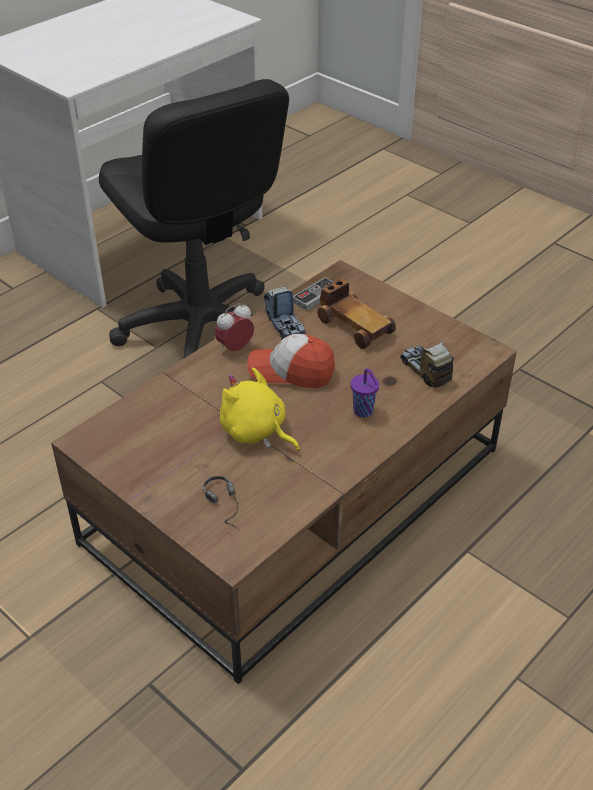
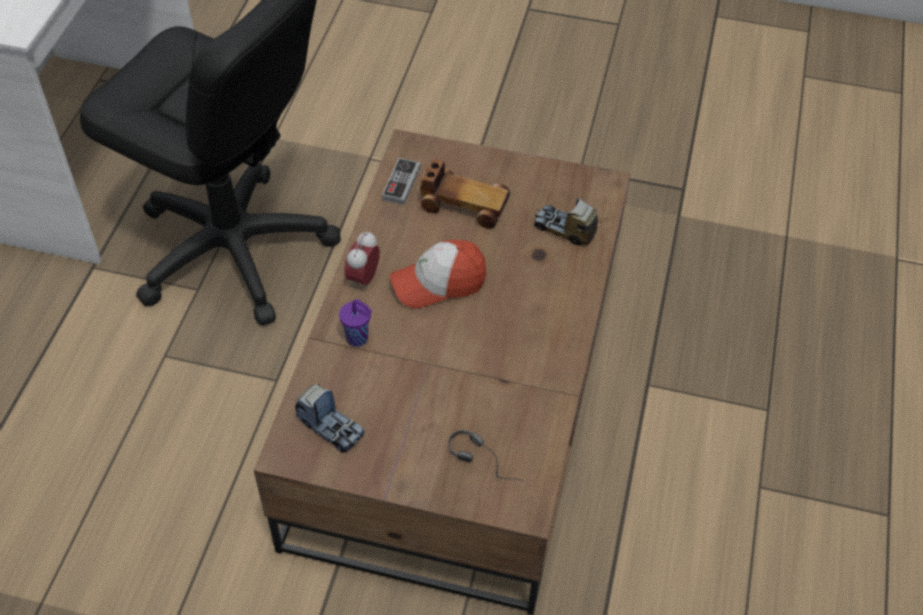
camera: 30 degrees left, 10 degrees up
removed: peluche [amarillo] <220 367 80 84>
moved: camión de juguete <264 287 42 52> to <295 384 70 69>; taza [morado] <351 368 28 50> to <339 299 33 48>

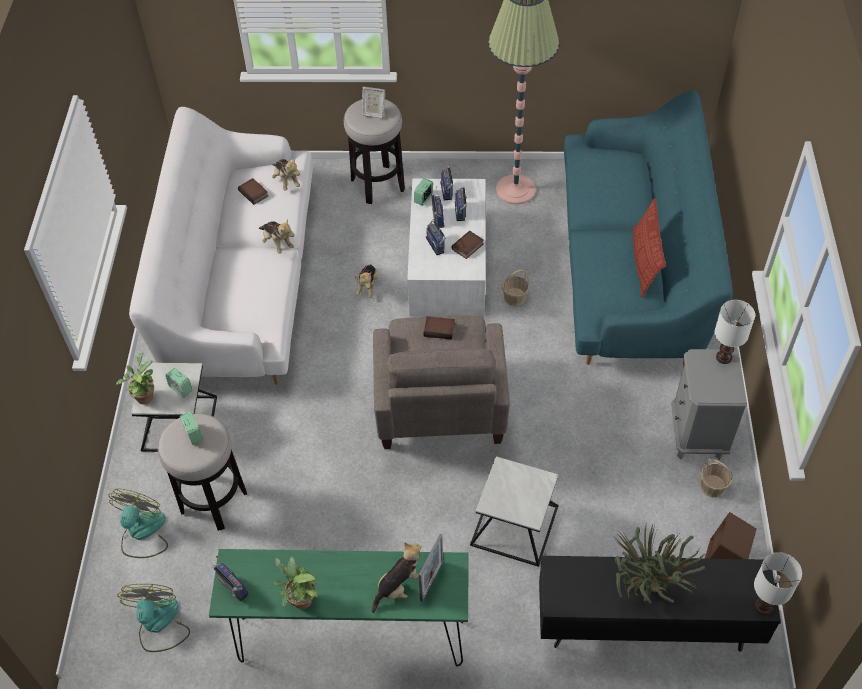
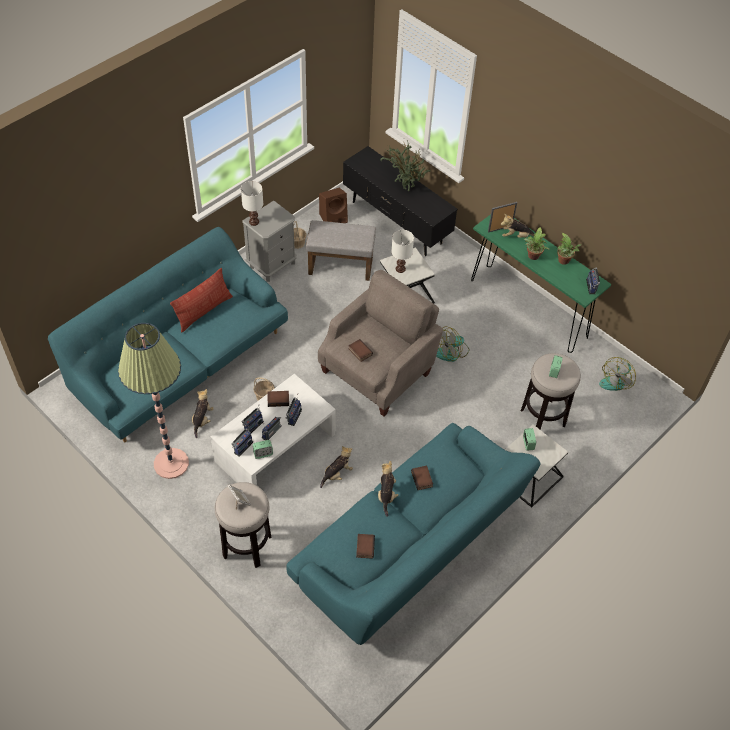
camera: 140 degrees left, 0 degrees up
added: puf [gris] <306 220 70 61>; libro <411 466 22 24>
moved: ventilador <108 489 60 69> to <436 327 33 35>; planta en maceta <116 353 38 52> to <523 227 27 33>; peluche <272 159 28 31> to <192 389 22 49>; lámpara de mesa [blanco] <754 552 48 63> to <391 230 23 43>
recoloured: sofá [blanco] <129 107 184 278> to sofá [turquesa] <286 423 255 222>

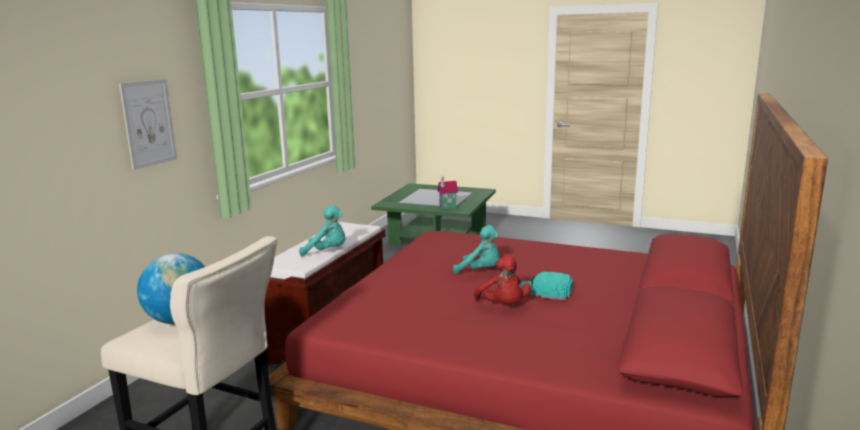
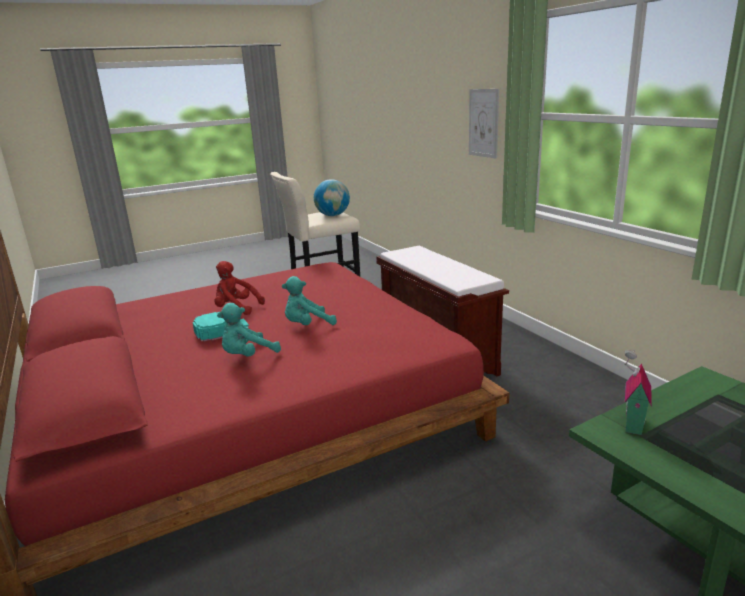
camera: 130 degrees right, 5 degrees up
moved: peluche [turquesa] <299 205 46 51> to <217 303 64 54>

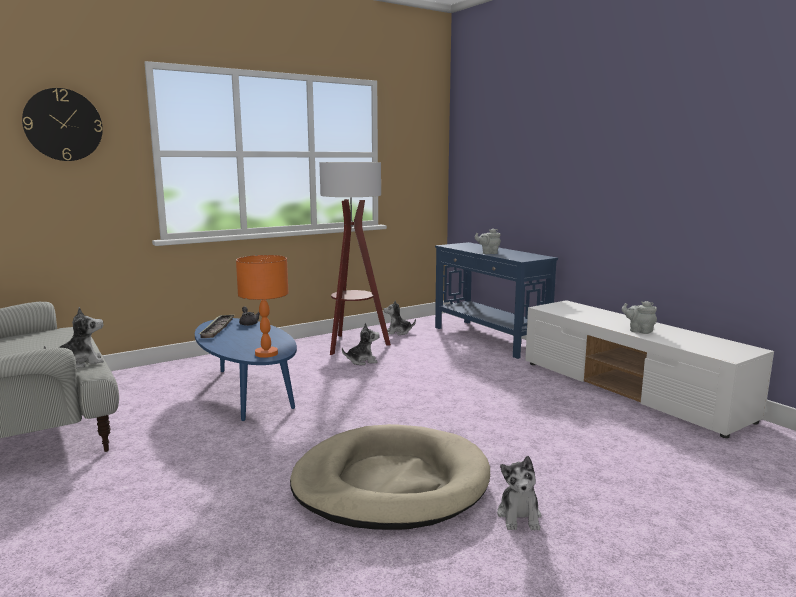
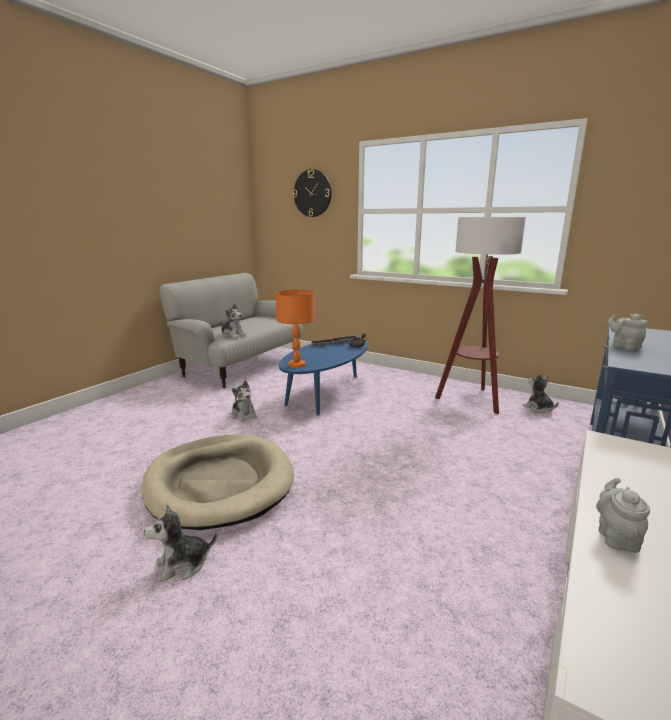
camera: 65 degrees right, 5 degrees up
moved: peluche <342 323 38 42> to <232 380 26 42>

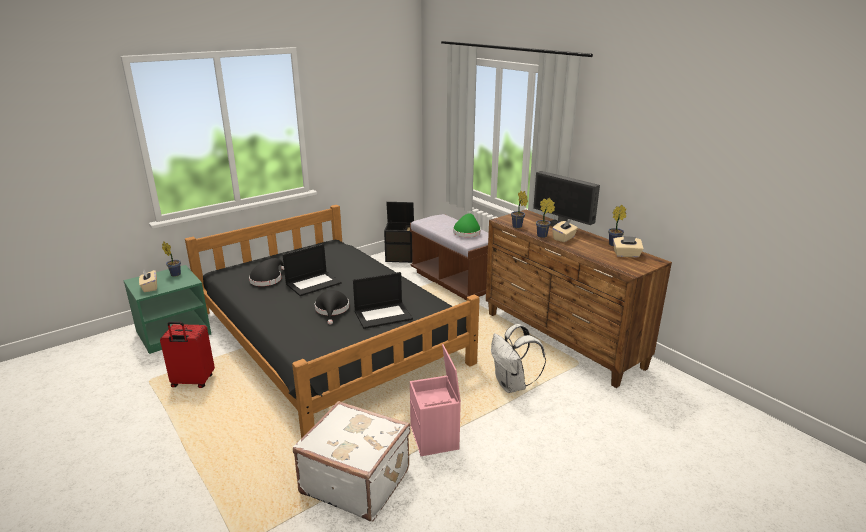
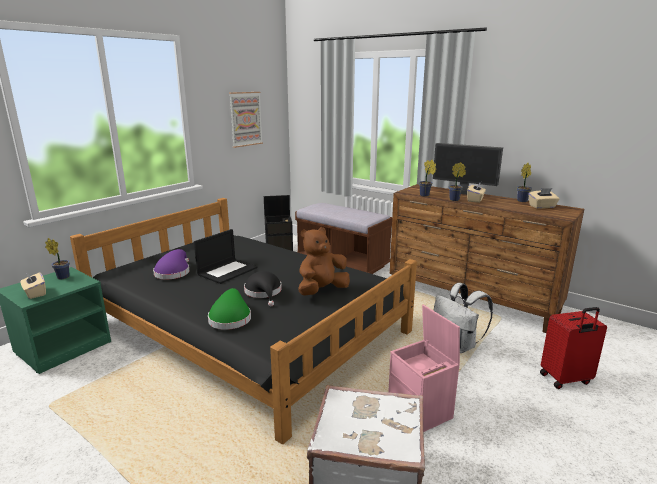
camera: 15 degrees left, 5 degrees down
added: cuadro <229 92 34 56>
moved: maleta [rojo] <160 321 55 67> to <540 307 67 82>; sombrero [verde] <453 213 28 24> to <208 288 43 42>
replaced: portátil <353 272 60 57> to peluche [marrón] <298 227 52 69>
recoloured: sombrero [negro] <249 258 35 28> to sombrero [morado] <153 249 36 31>

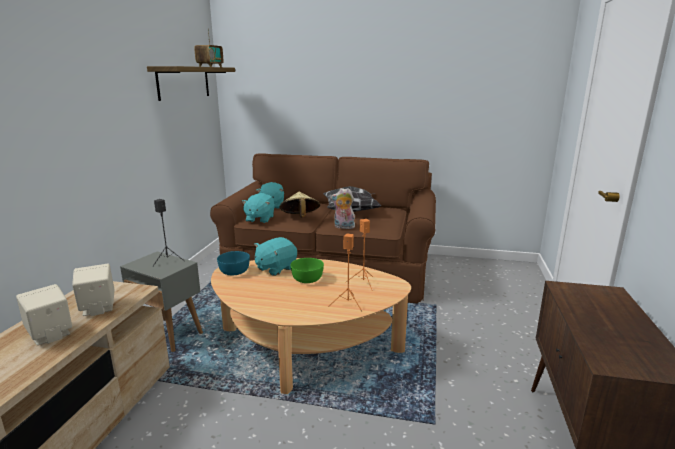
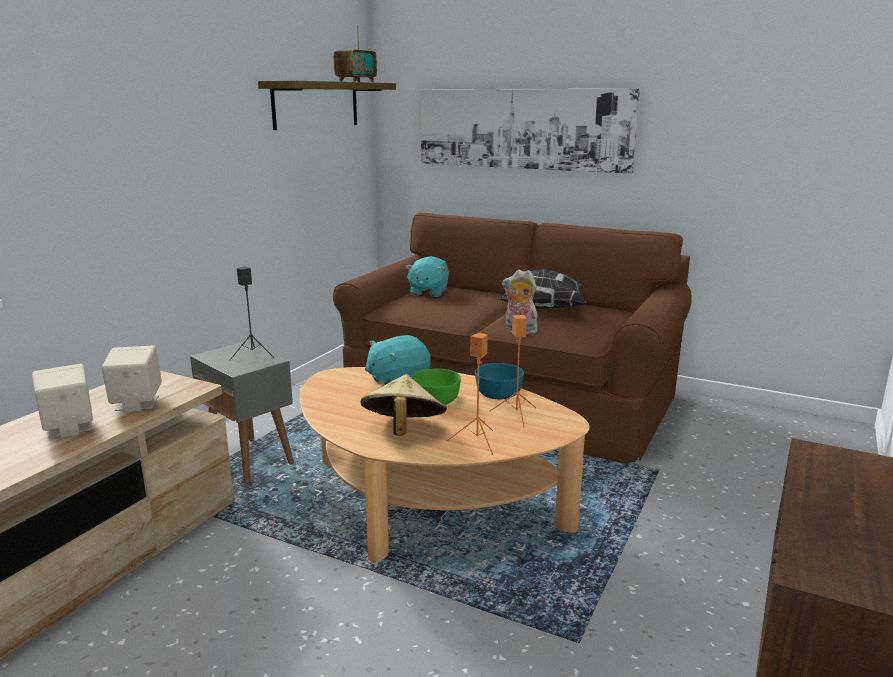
camera: 15 degrees right, 0 degrees up
removed: peluche [turquesa] <241 193 34 30>
added: cuadro <420 89 220 85>
moved: cuenco [turquesa] <217 251 33 24> to <475 363 49 36>; sombrero [beis] <280 192 40 26> to <360 374 87 62>

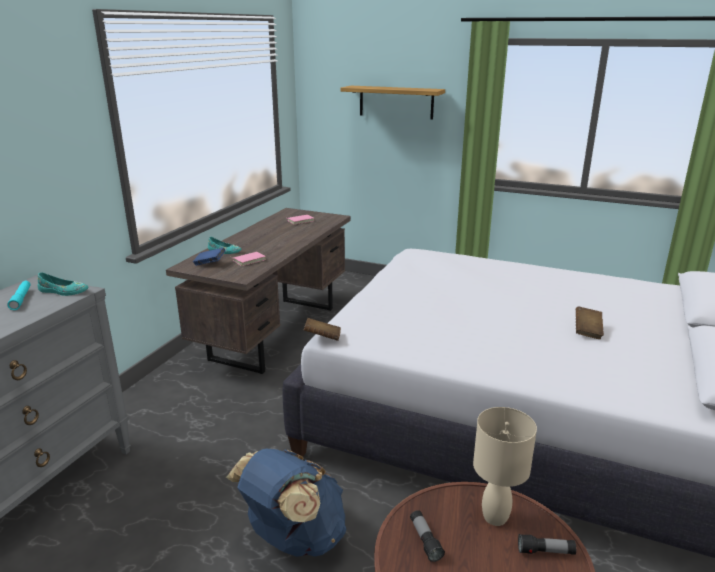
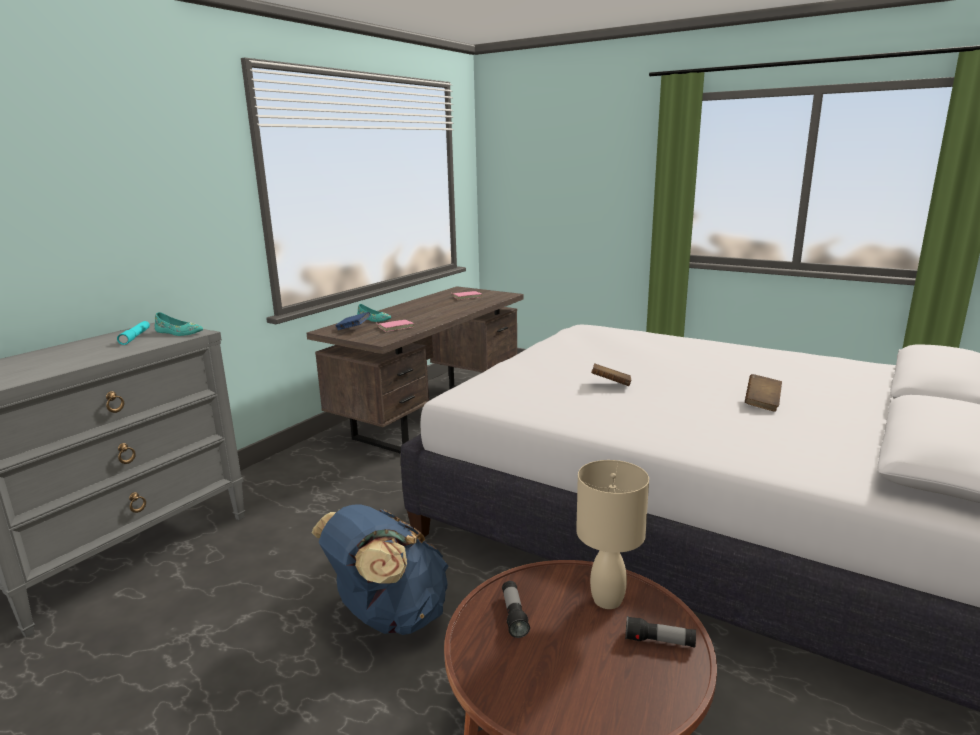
camera: 10 degrees right, 5 degrees down
removed: estante <341 86 104 34>
moved: libro [marrón] <304 318 37 23> to <591 363 40 23>

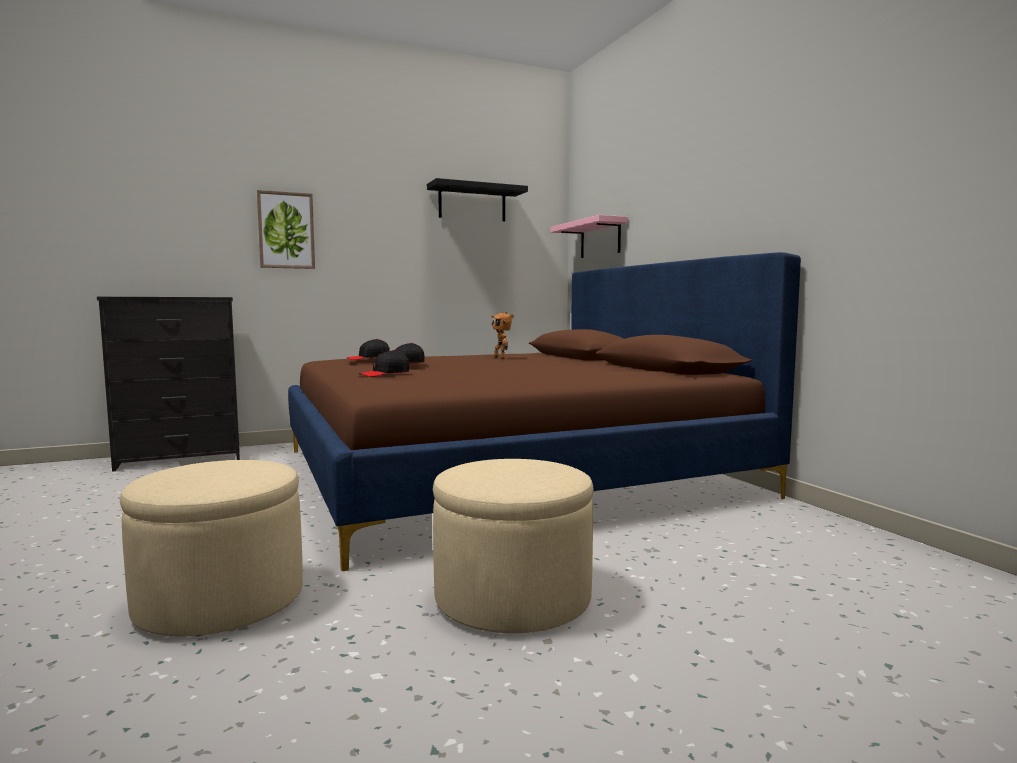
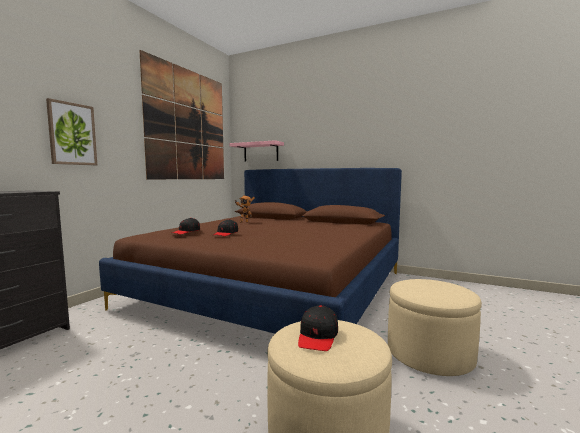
camera: 40 degrees left, 0 degrees up
moved: gorra [negro] <359 350 50 27> to <298 305 40 46>
replaced: estante [negro] <427 178 101 44> to cuadro <139 50 85 129>

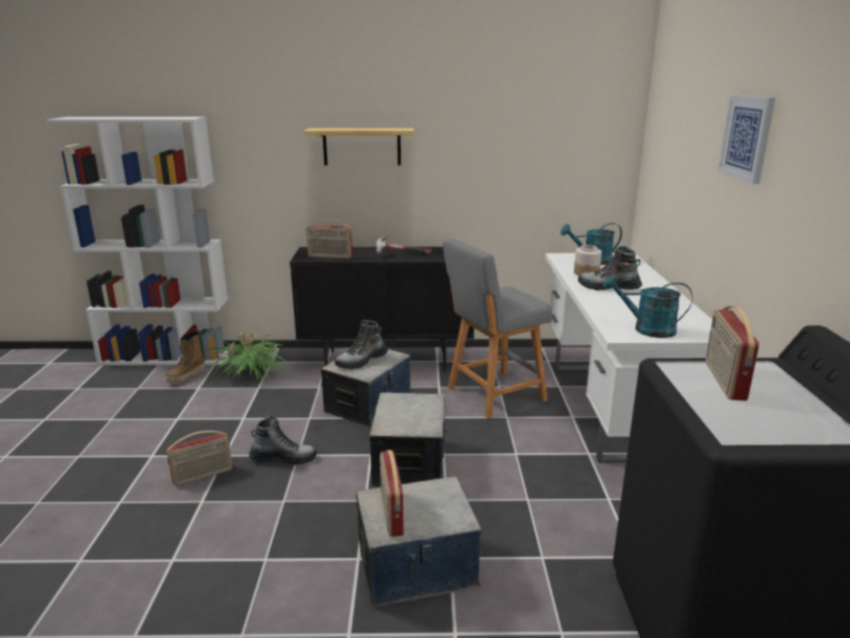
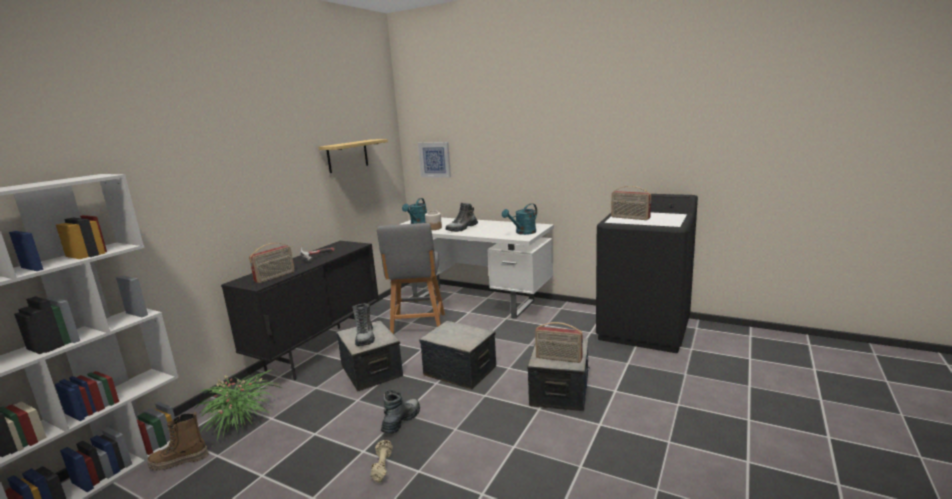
camera: 60 degrees left, 5 degrees down
moved: estante <304 128 110 37> to <318 139 70 34>; cuadro <718 94 57 90> to <418 142 33 36>
replaced: radio <167 431 65 55> to mancuerna [beis] <370 440 23 43>
turned: bota <165 329 40 55> = <147 412 62 59> 105 degrees clockwise

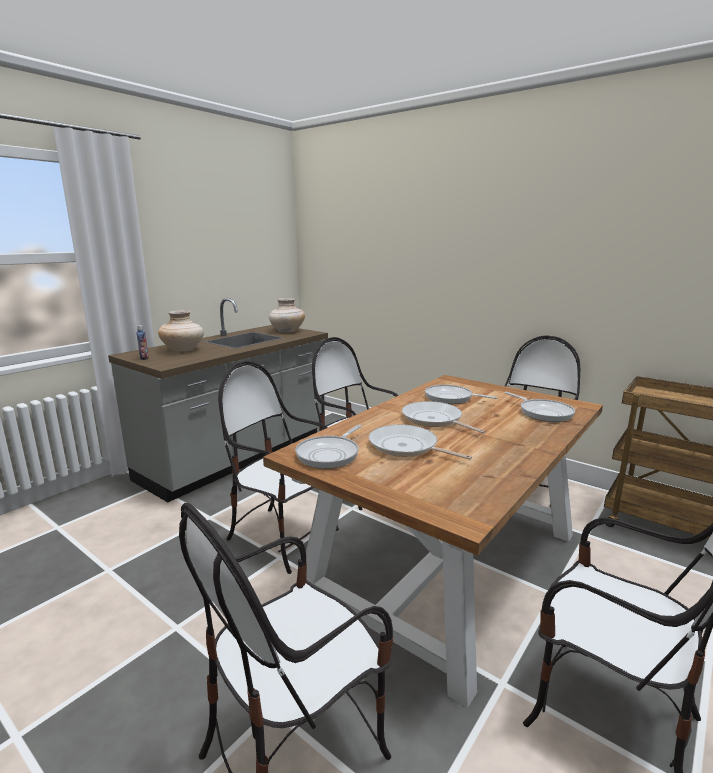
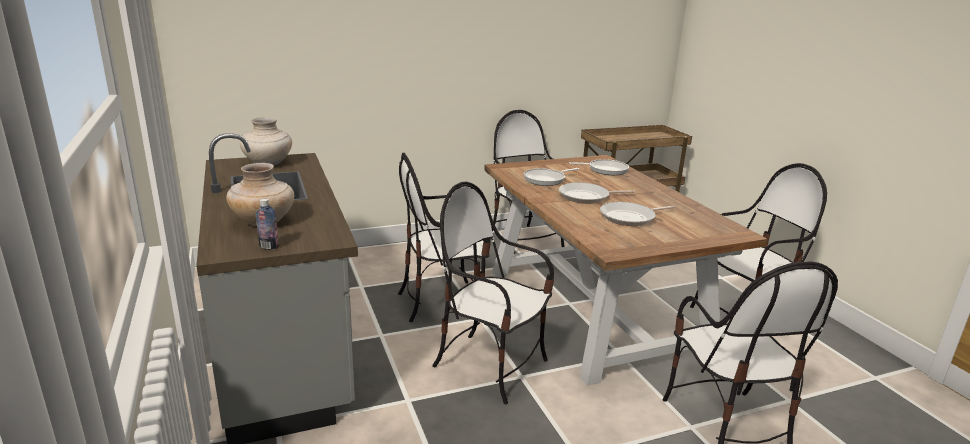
camera: 60 degrees left, 5 degrees up
removed: sartén <295 425 67 44>
turned: silla <218 361 121 213> = <432 181 122 223> 60 degrees clockwise

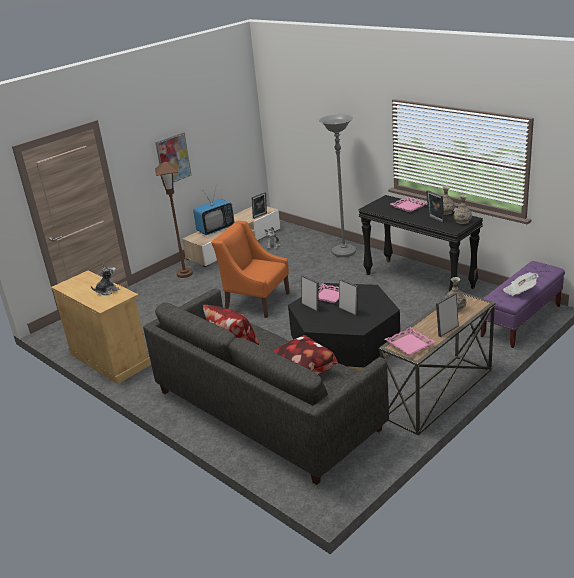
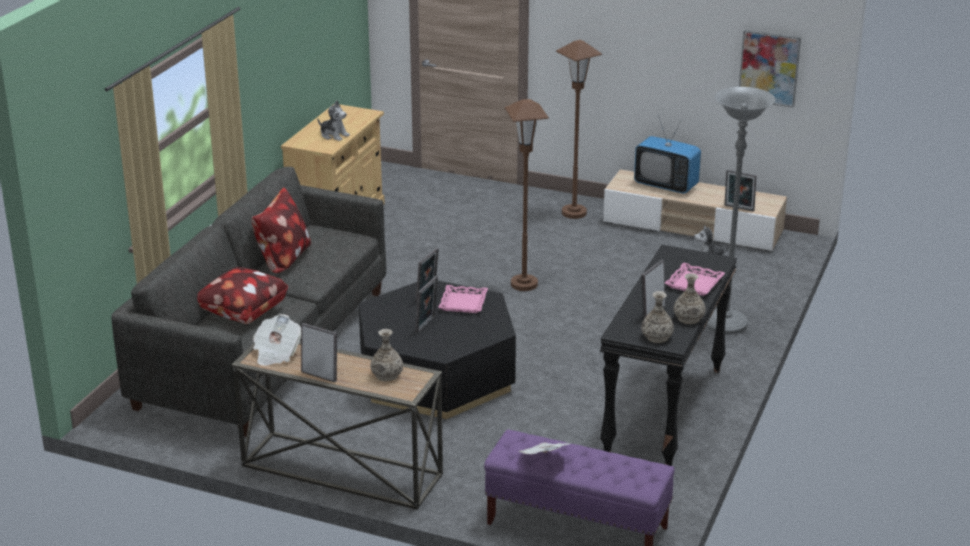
camera: 65 degrees right, 0 degrees up
moved: cuadro <155 132 36 54> to <739 30 62 78>
replaced: sillón [naranja] <211 221 79 97> to lámpara de pie [marrón] <505 99 44 192>; bandeja [rosa] <385 327 50 29> to periódico <253 314 48 52>

